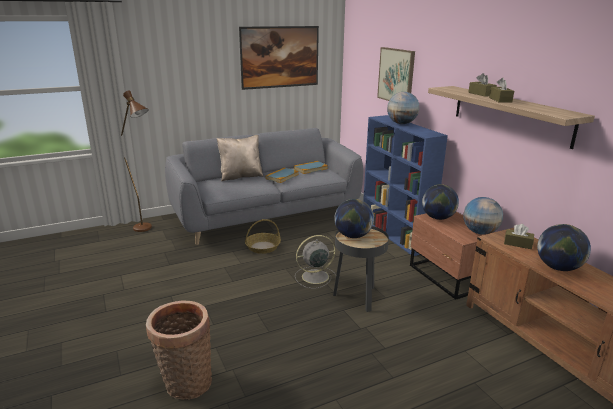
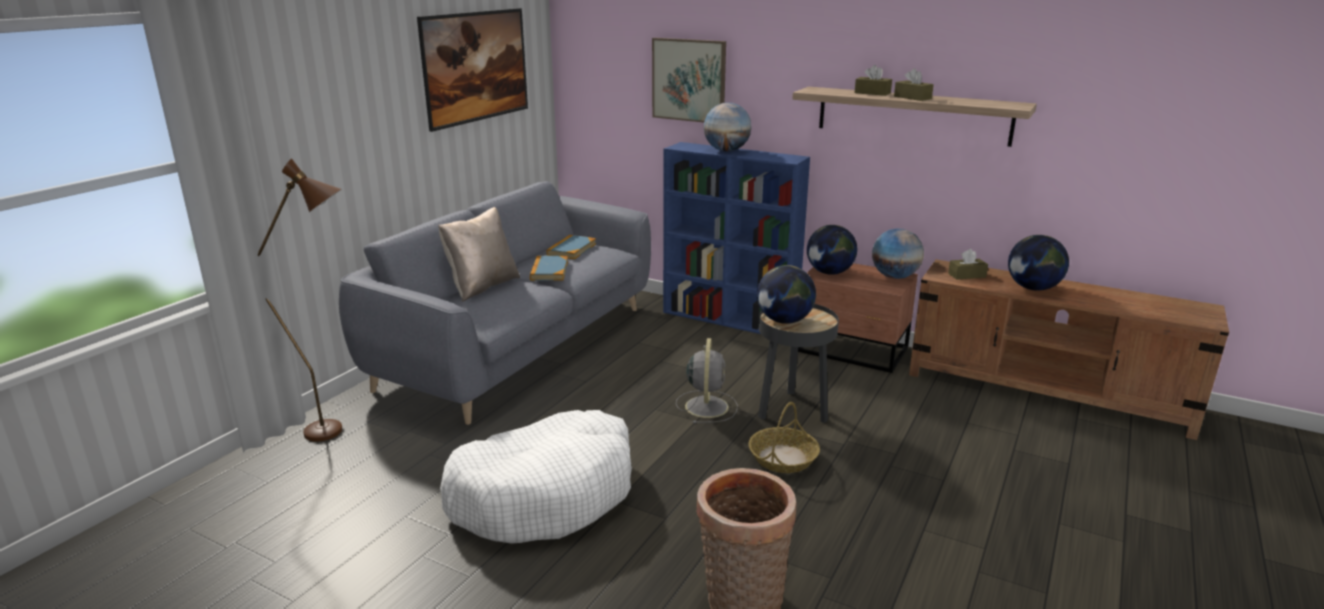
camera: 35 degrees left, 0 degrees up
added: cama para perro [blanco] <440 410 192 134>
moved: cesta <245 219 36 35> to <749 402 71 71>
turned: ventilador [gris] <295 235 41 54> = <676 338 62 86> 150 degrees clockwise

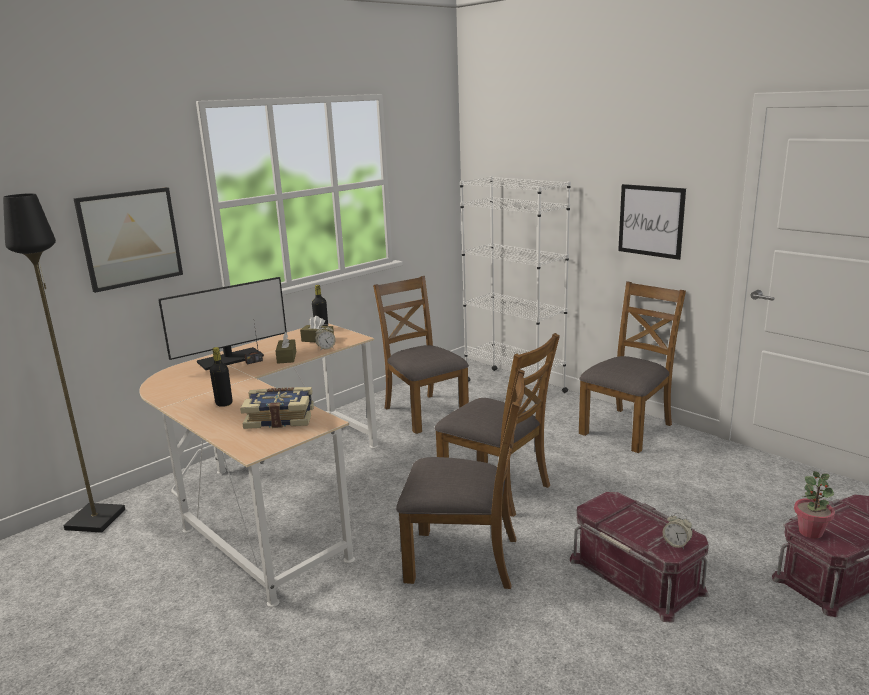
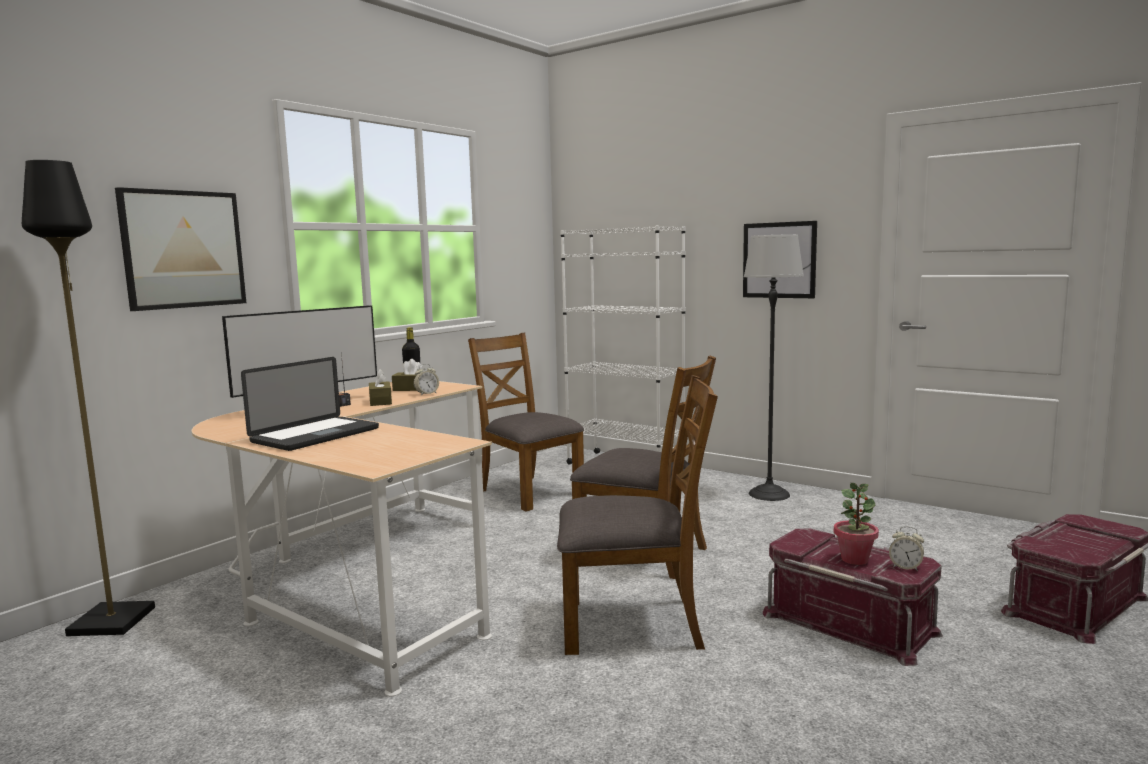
camera: 10 degrees left, 10 degrees down
removed: libro <240 387 74 42>
moved: planta en maceta <794 471 41 68> to <834 483 45 82>
replaced: botella [negro] <210 347 22 60> to portátil <241 357 138 94>; silla [marrón] <579 281 107 172> to lámpara de pie <744 234 60 267>

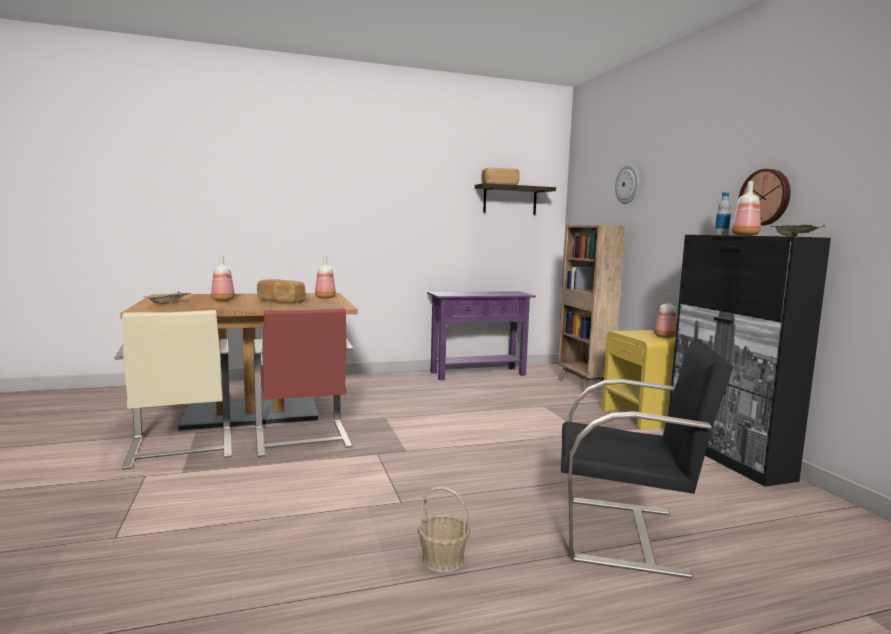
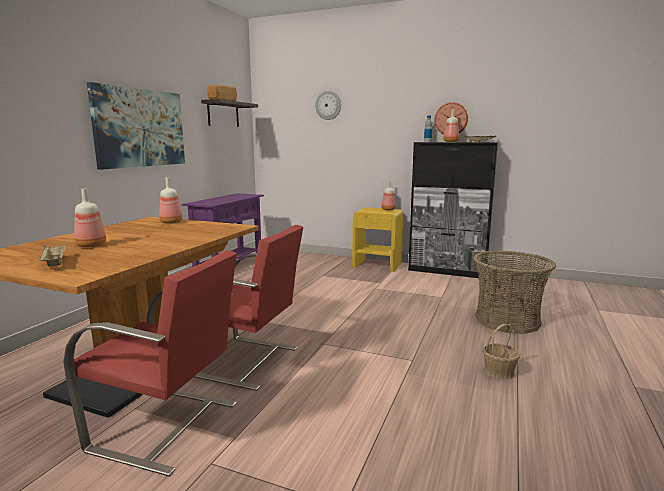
camera: 50 degrees left, 5 degrees up
removed: pan <257 279 49 24>; estantería [marrón] <558 225 67 168>
added: cuadro <87 82 98 88>
replaced: silla [negro] <561 340 172 238> to cesta <473 251 83 83>
recoloured: silla [beis] <115 310 117 159> to silla [rojo] <63 250 174 226>

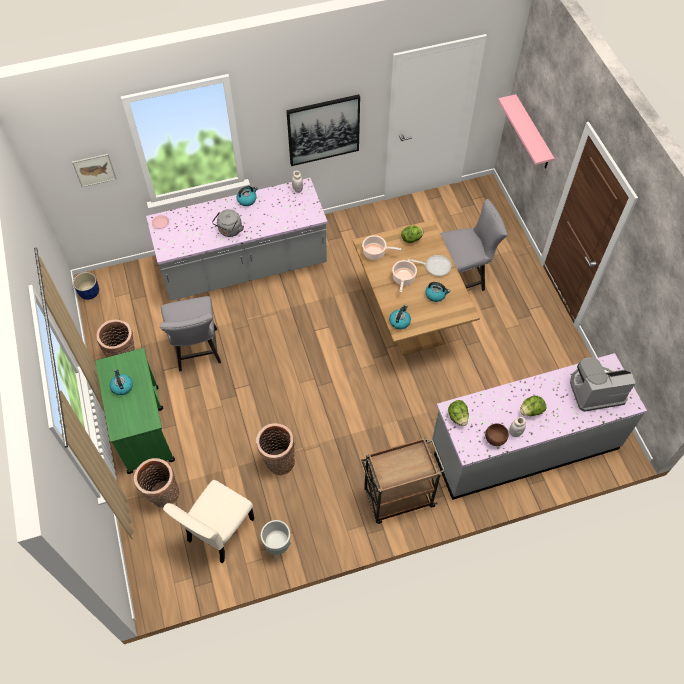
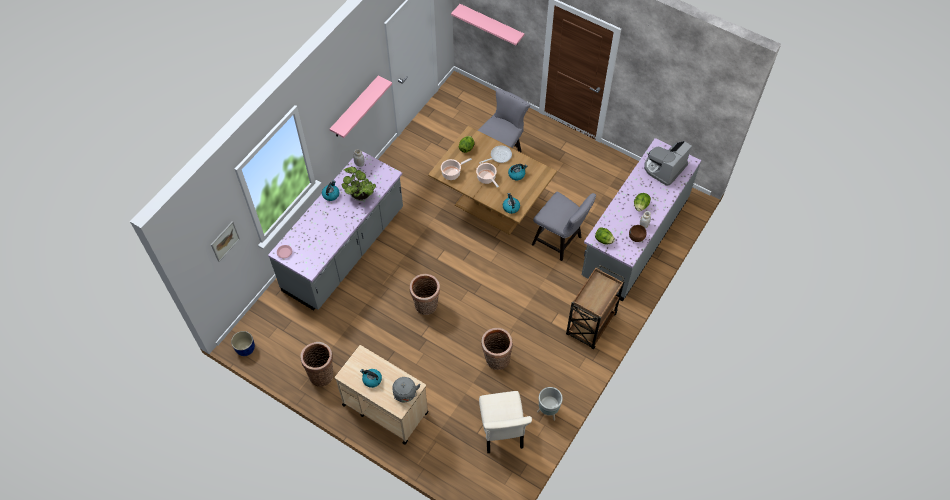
camera: 40 degrees left, 0 degrees up
added: planta en maceta <342 167 34 34>
moved: cesta <134 458 45 50> to <410 274 30 41>; silla [gris] <160 296 61 75> to <532 192 64 69>; hervidor [gris] <212 209 32 28> to <392 377 29 25>
replaced: cuadro <286 94 74 72> to estante [rosa] <330 76 62 62>
recoloured: carrito [verde] <95 348 80 126> to carrito [beis] <335 345 94 100>

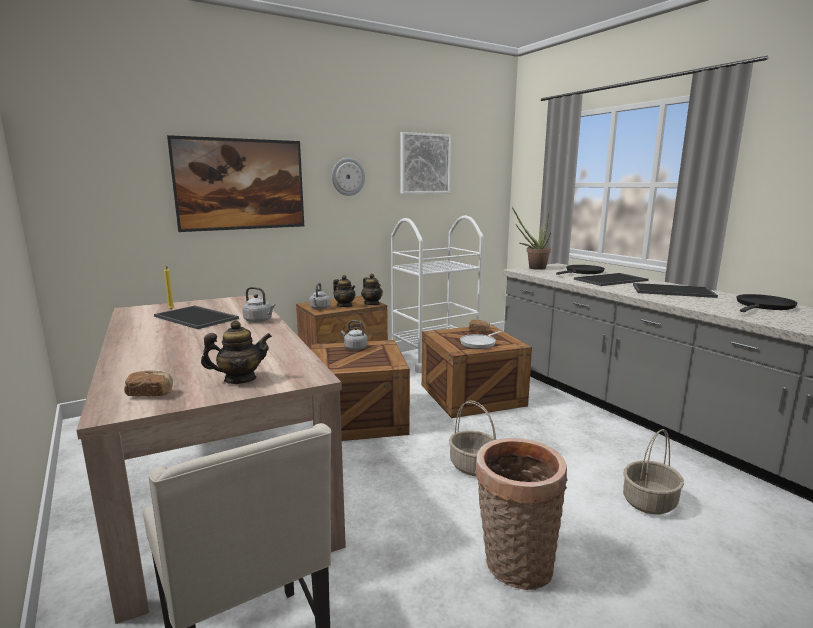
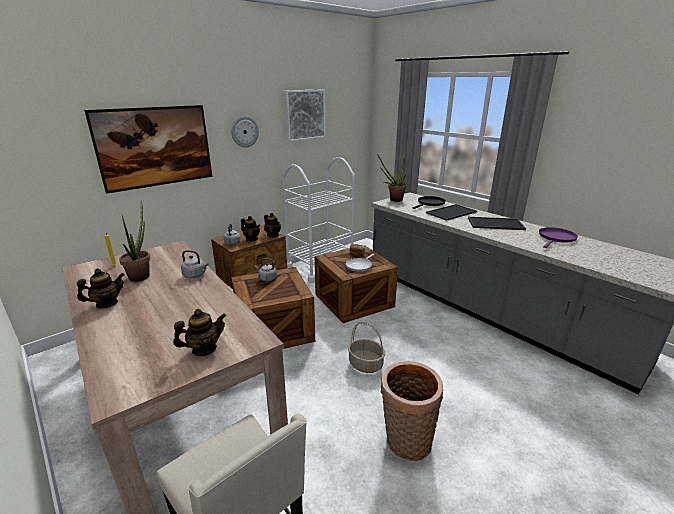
camera: 10 degrees left, 10 degrees up
removed: pan <124 370 49 27>; cesta <623 429 61 85>
added: tetera <77 269 47 39>
replaced: bandeja <154 306 85 23> to planta en maceta <119 200 31 82>
recoloured: sartén [negro] <737 294 61 18> to sartén [morado] <539 227 39 21>

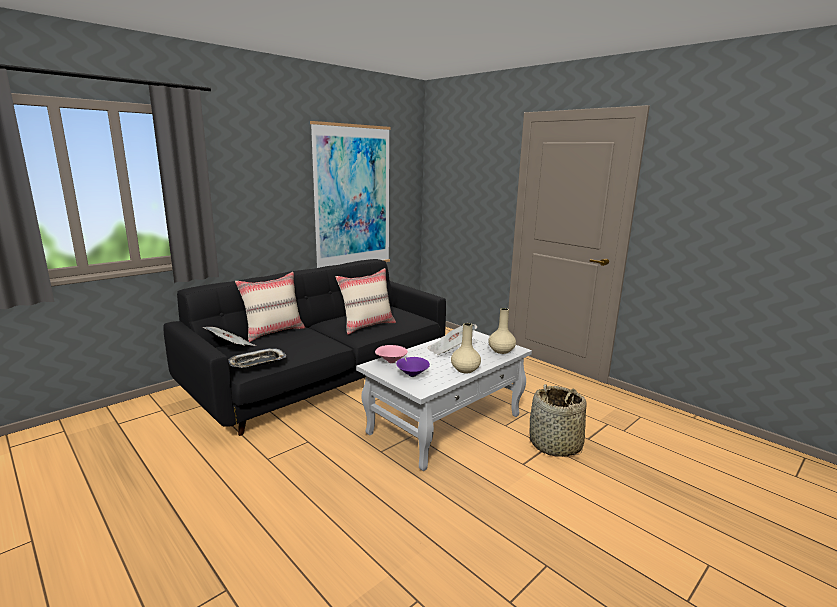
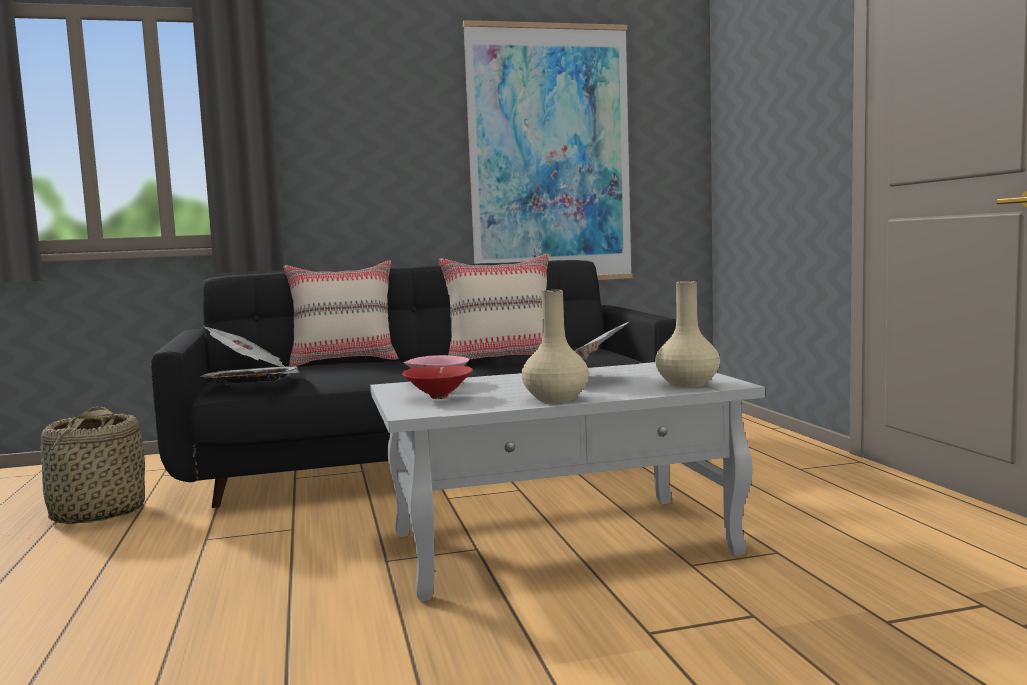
camera: 30 degrees right, 10 degrees down
moved: cesta <529 384 57 73> to <41 407 104 117>
recoloured: cuenco [morado] <396 357 34 20> to cuenco [rojo] <402 366 71 33>

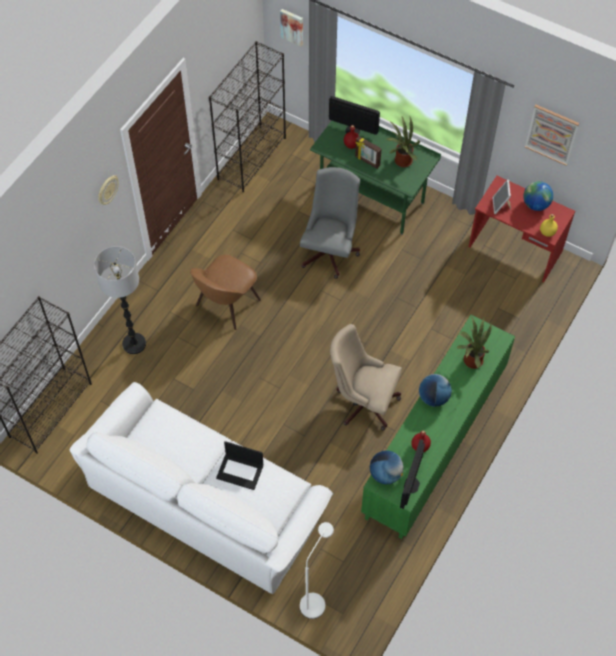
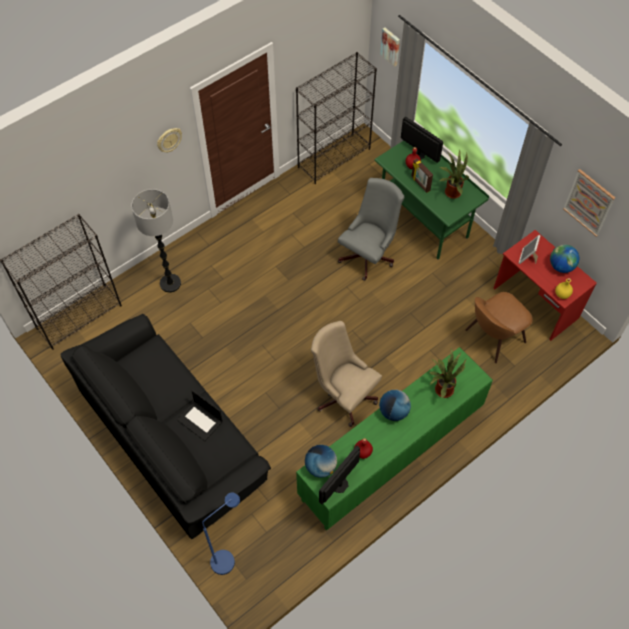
camera: 20 degrees right, 0 degrees up
moved: silla [marrón] <190 255 71 75> to <465 292 68 71>
recoloured: sofá [blanco] <70 382 263 212> to sofá [negro] <61 314 210 225>; lámpara de pie [blanco] <300 522 34 97> to lámpara de pie [azul] <202 492 38 83>

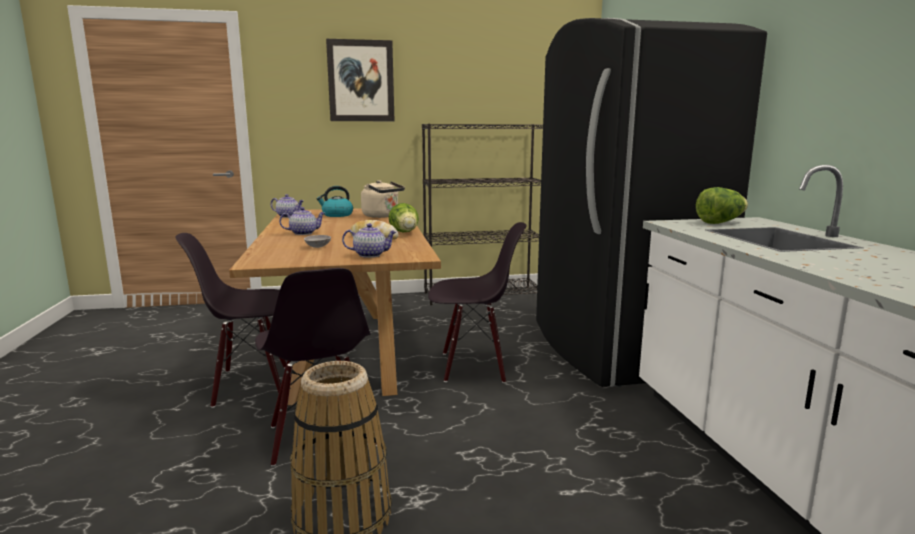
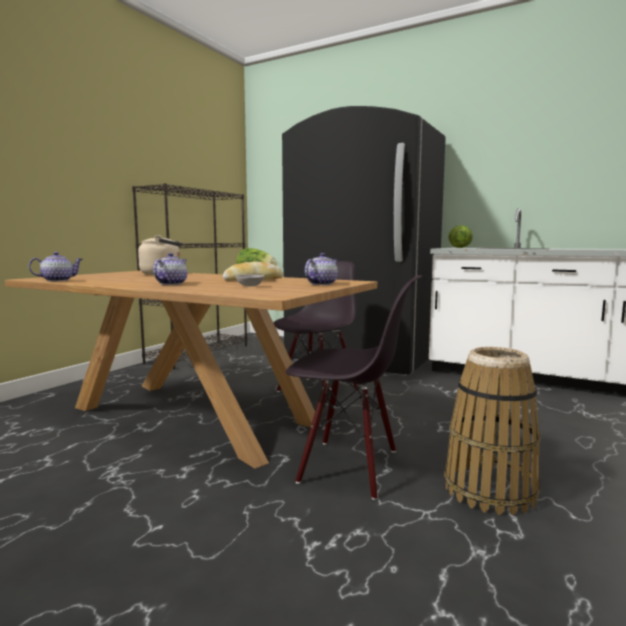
camera: 50 degrees left, 5 degrees down
removed: silla [negro] <175 233 112 175>; hervidor <316 186 37 31>; cuadro <326 39 69 82>

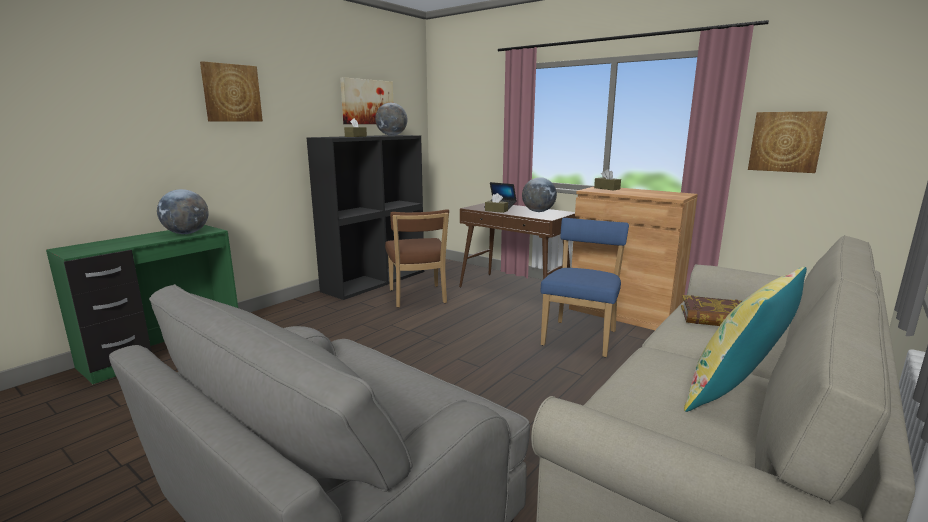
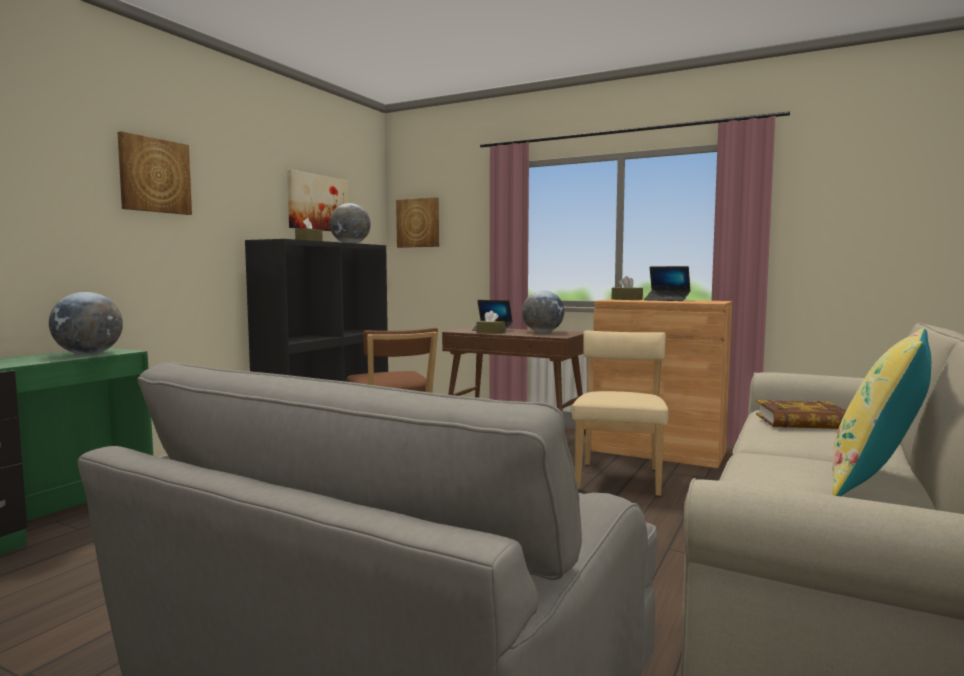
camera: 10 degrees left, 10 degrees down
added: portátil <644 266 46 35>
moved: cuadro <748 111 79 62> to <396 197 43 51>
recoloured: silla [azul] <541 218 88 139> to silla [beis] <572 331 97 165>

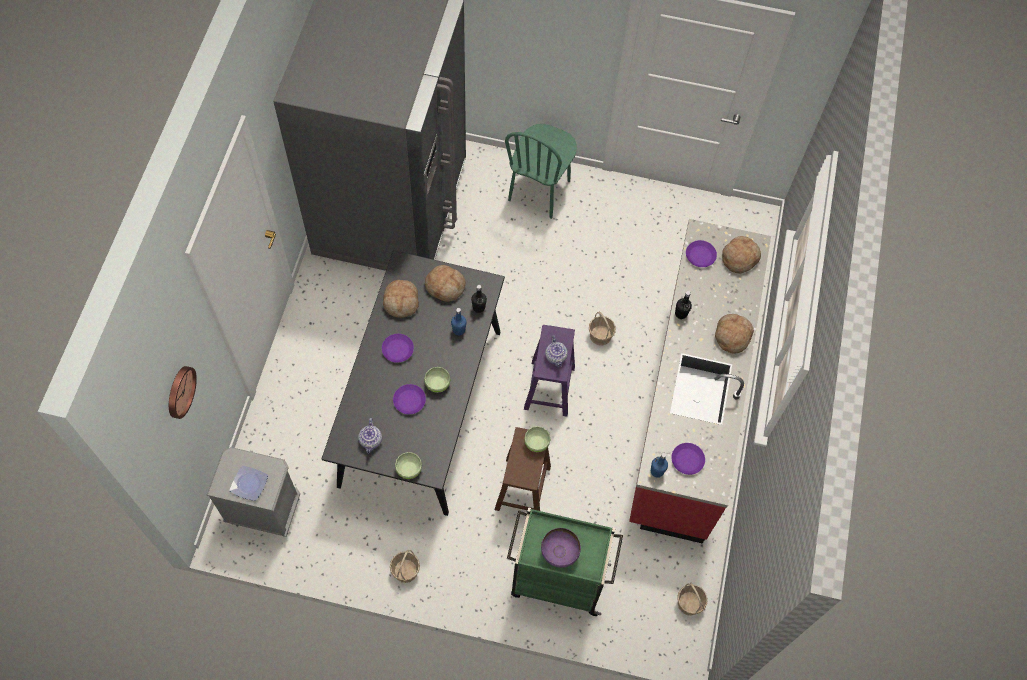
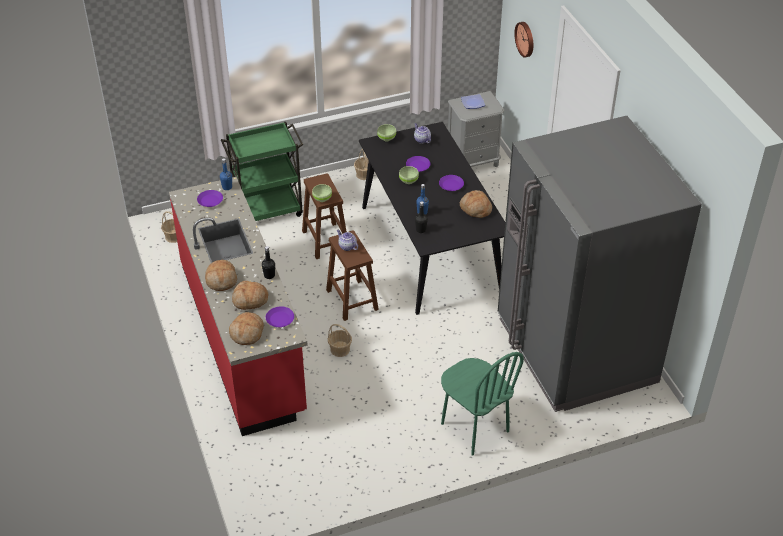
camera: 150 degrees right, 20 degrees down
removed: cuenco [morado] <541 528 40 40>
moved: pan <425 265 41 37> to <232 281 36 29>
recoloured: taburete [morado] <524 325 51 92> to taburete [marrón] <326 230 53 91>
turned: silla [verde] <505 124 72 95> = <441 352 83 104> 150 degrees clockwise

